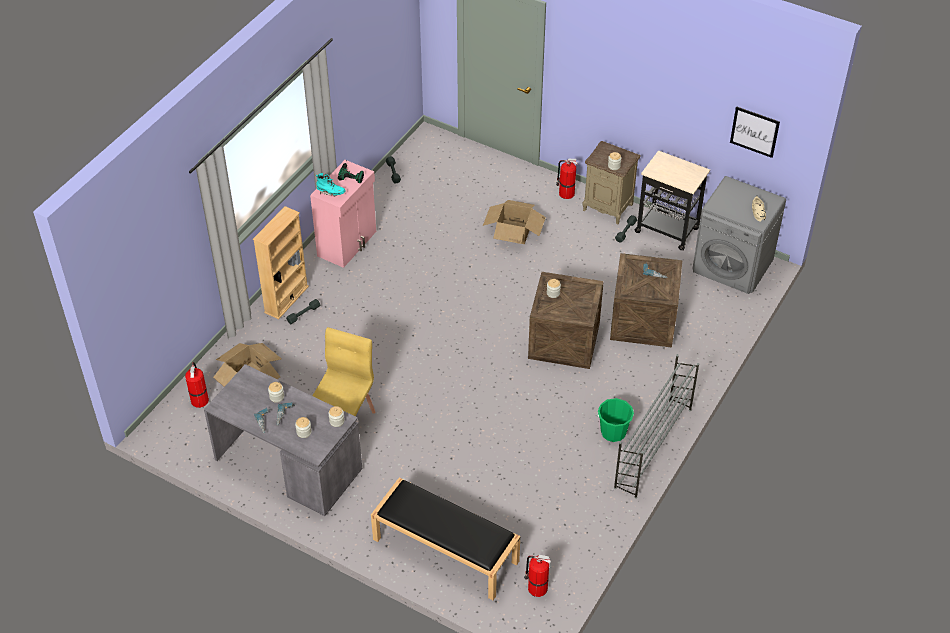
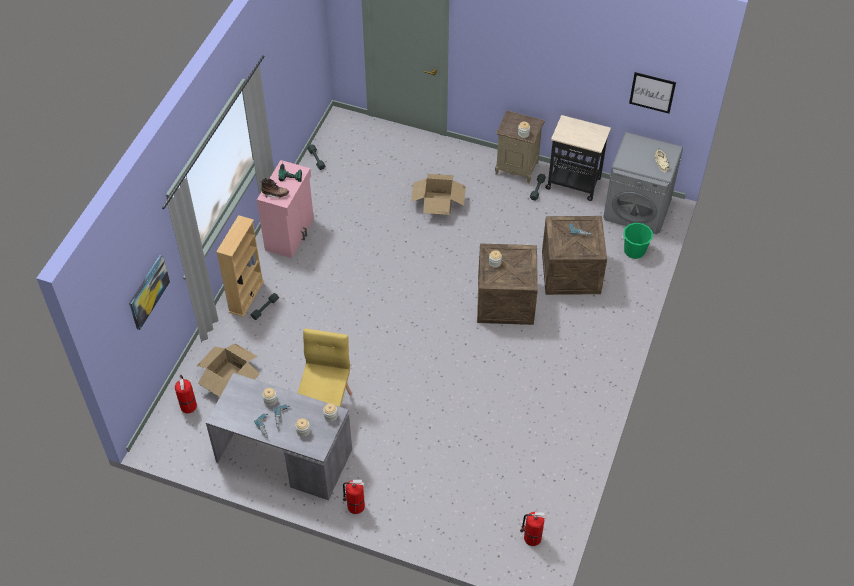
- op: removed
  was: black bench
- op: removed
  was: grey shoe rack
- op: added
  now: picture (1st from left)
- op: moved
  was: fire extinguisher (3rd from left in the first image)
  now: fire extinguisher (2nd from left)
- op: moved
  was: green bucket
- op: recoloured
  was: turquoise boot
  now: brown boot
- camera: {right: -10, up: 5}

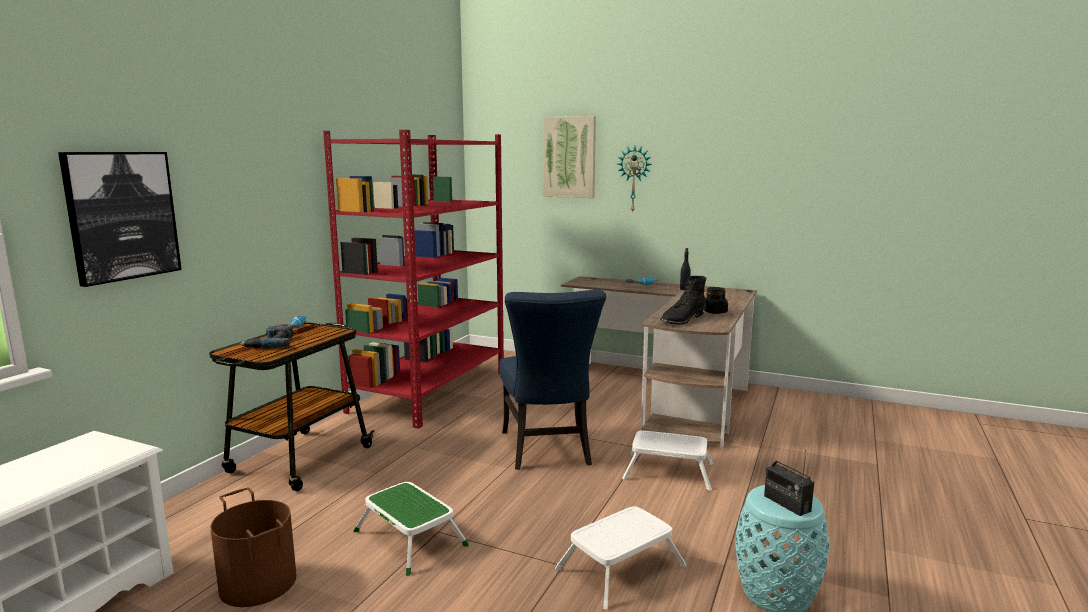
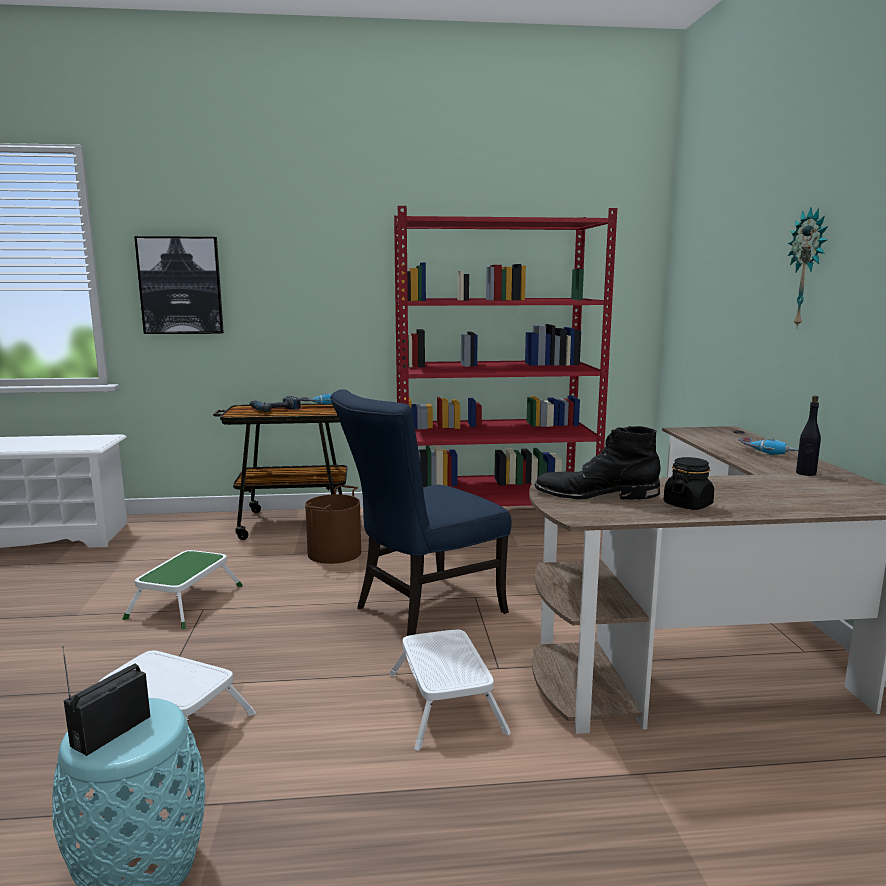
- op: removed
  was: picture (2nd from left)
- op: moved
  was: brown bucket
- camera: {right: 60, up: 0}

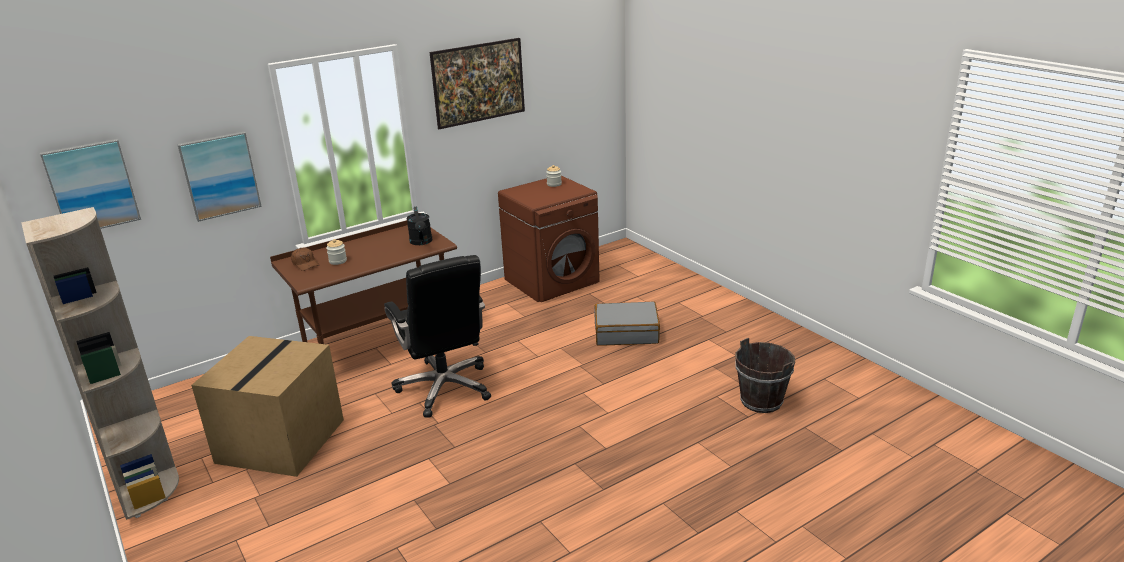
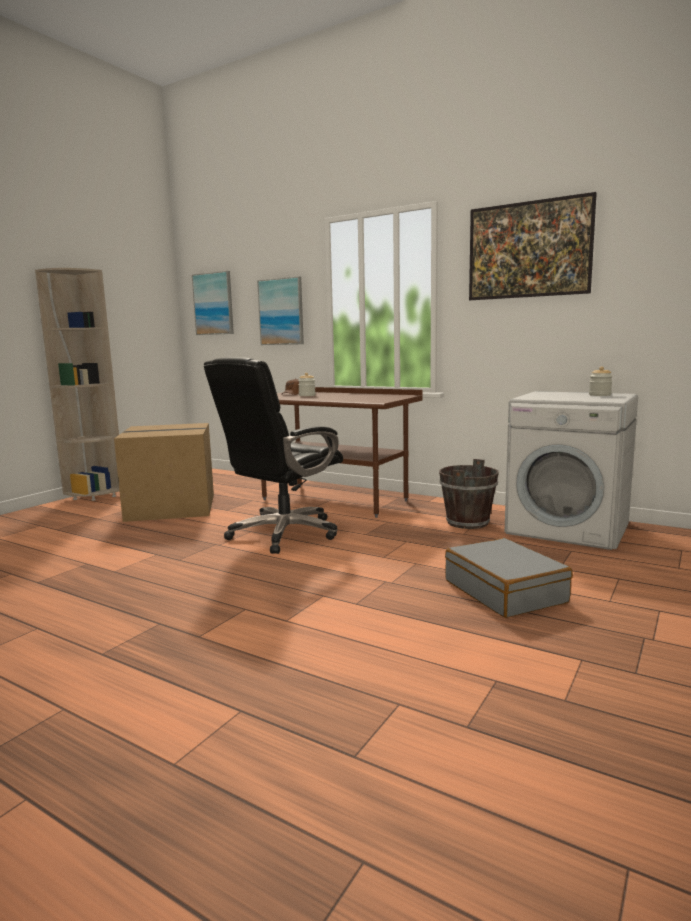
- op: removed
  was: black watering can
- op: moved
  was: brown bucket
- op: recoloured
  was: brown washing machine
  now: white washing machine
- camera: {right: 65, up: -15}

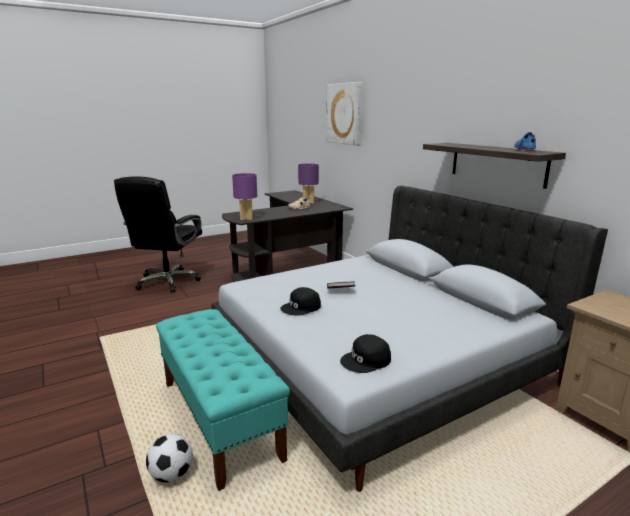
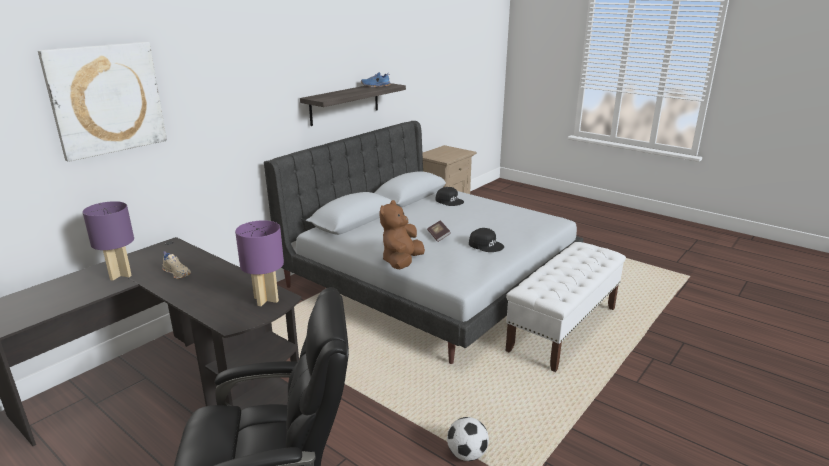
- op: added
  now: brown plush toy
- op: moved
  was: football
- op: moved
  was: black cap (2nd from left in the first image)
  now: black cap (1st from left)
- op: recoloured
  was: turquoise bench
  now: white bench
- camera: {right: -110, up: 5}

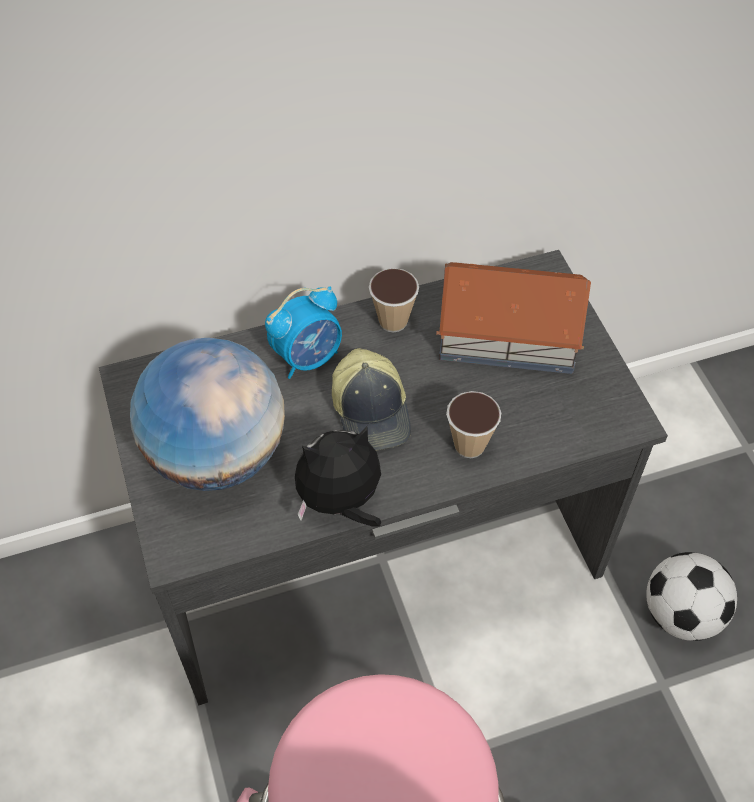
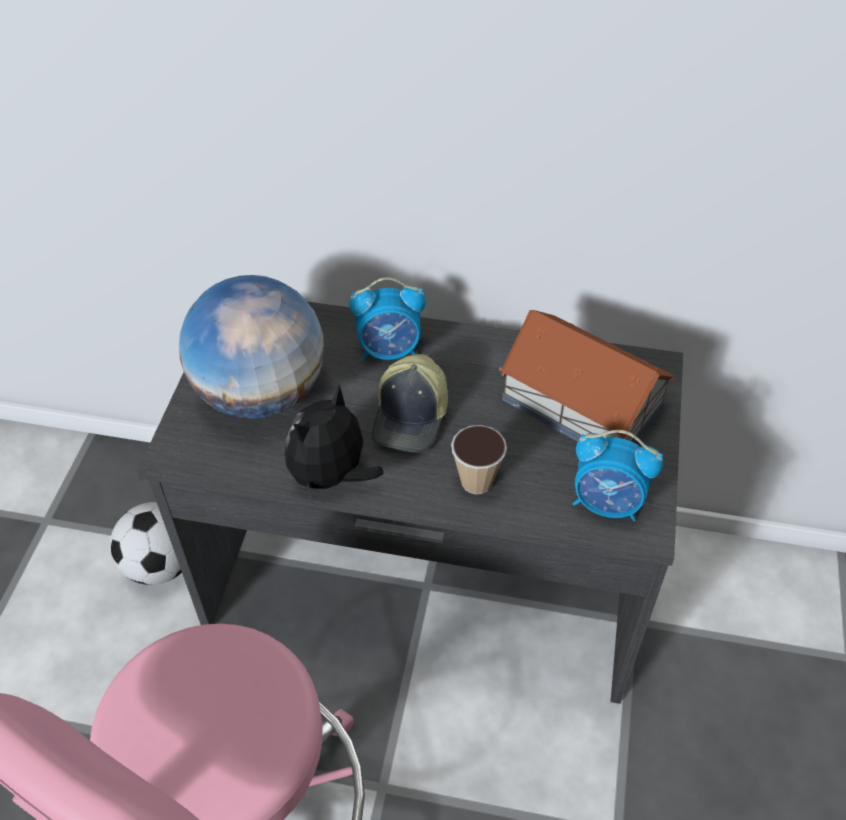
- op: removed
  was: cup (1st from left)
- op: added
  now: alarm clock (2nd from left)
- op: moved
  was: football
- op: turned
  was: plush toy
  clockwise: -60
- camera: {right: 30, up: -5}

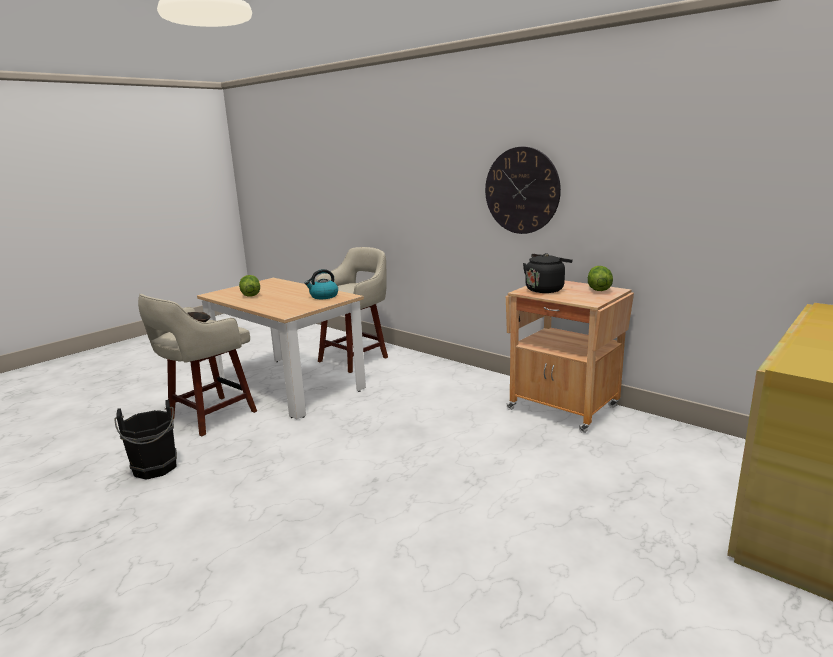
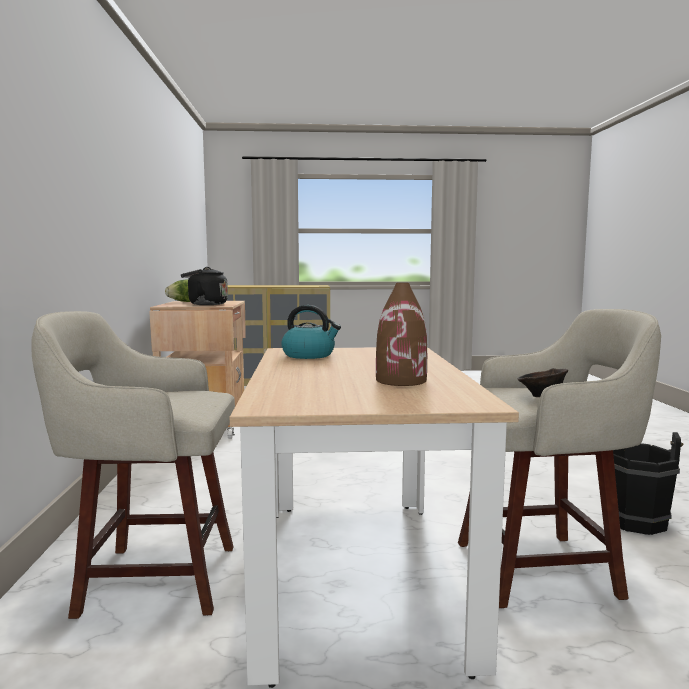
- op: removed
  was: wall clock
- op: replaced
  was: lettuce (1st from left)
  now: brown vase
- camera: {right: -135, up: -10}

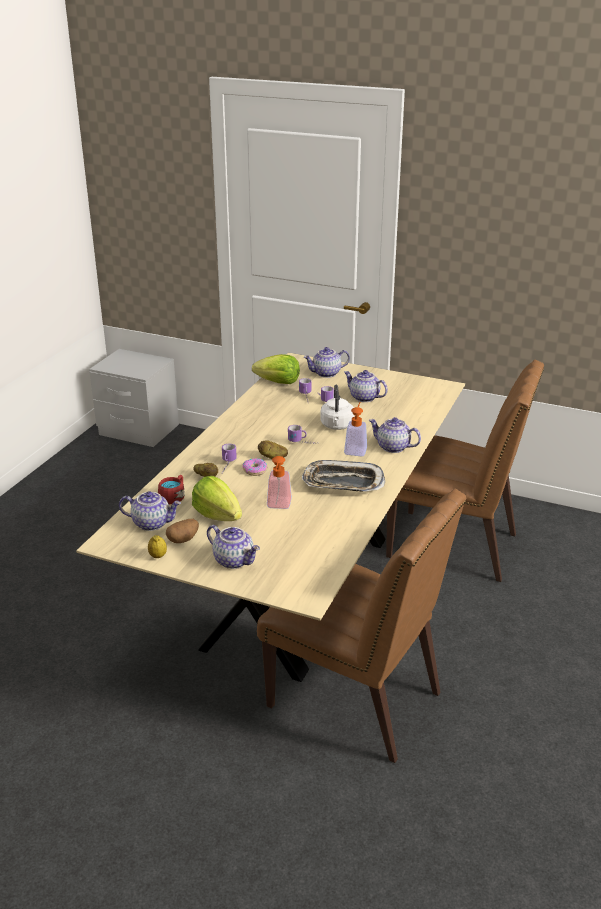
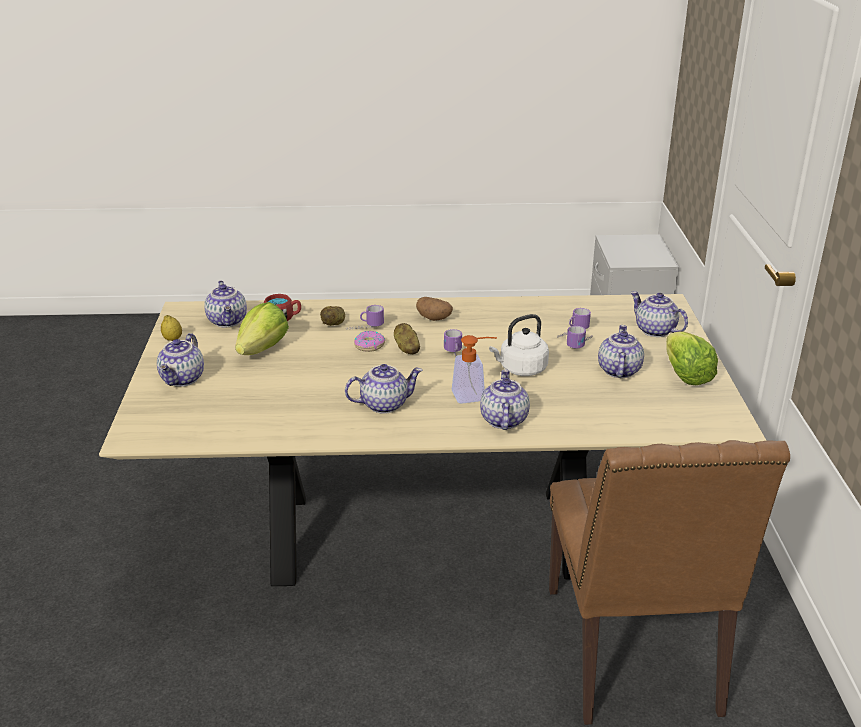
- op: removed
  was: brown chair (1st from left)
- op: removed
  was: soap dispenser (1st from left)
- op: moved
  was: potato (1st from left in the first image)
  now: potato (3rd from left)
- op: moved
  was: lettuce (2nd from left)
- op: replaced
  was: tray
  now: teapot (3rd from left)
- camera: {right: 65, up: 0}

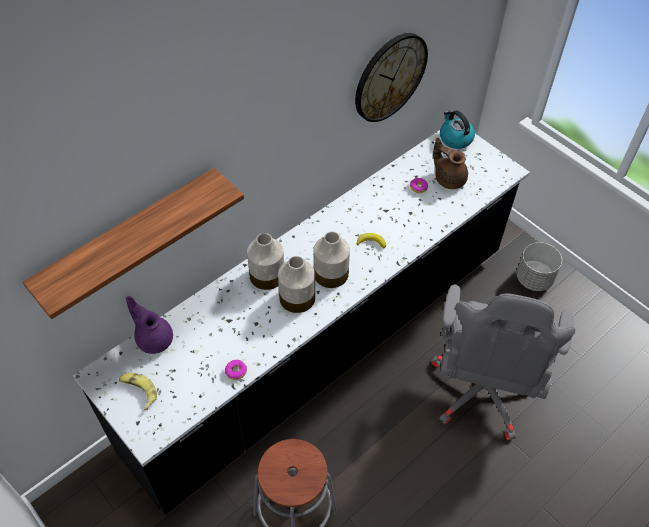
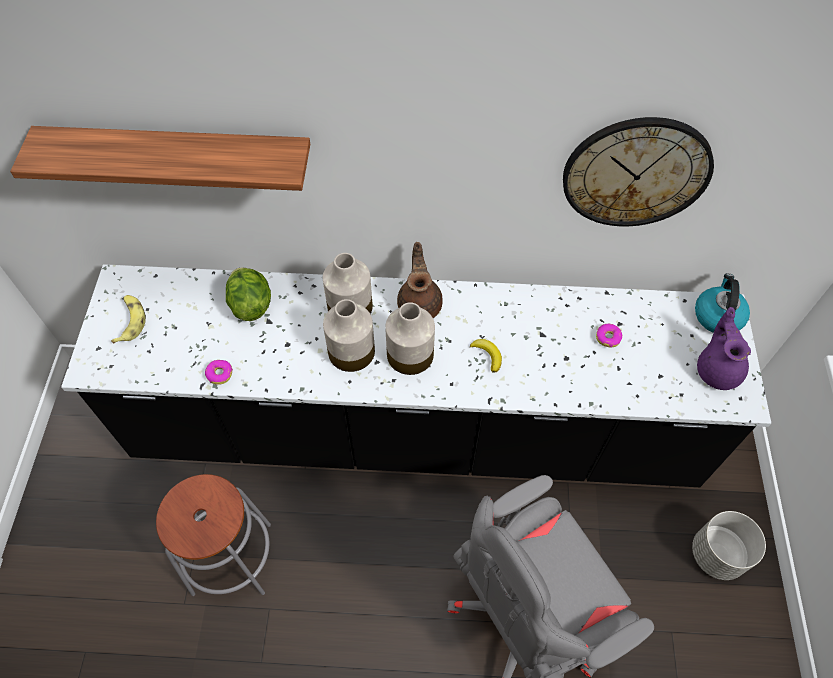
- op: added
  now: lettuce
- op: moved
  was: purple teapot
- op: moved
  was: brown teapot
- camera: {right: 45, up: 5}

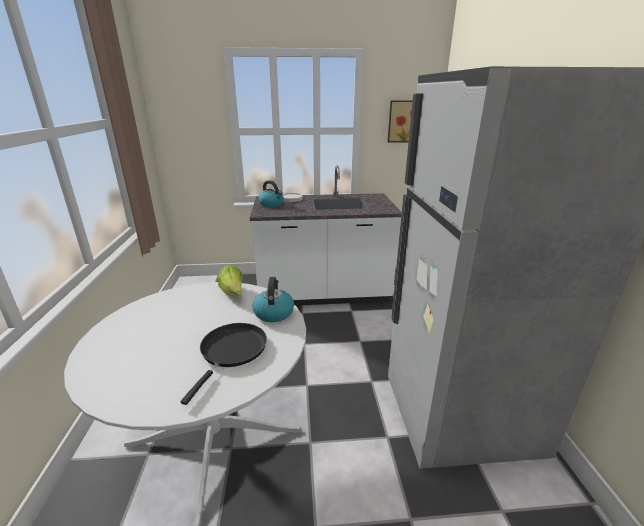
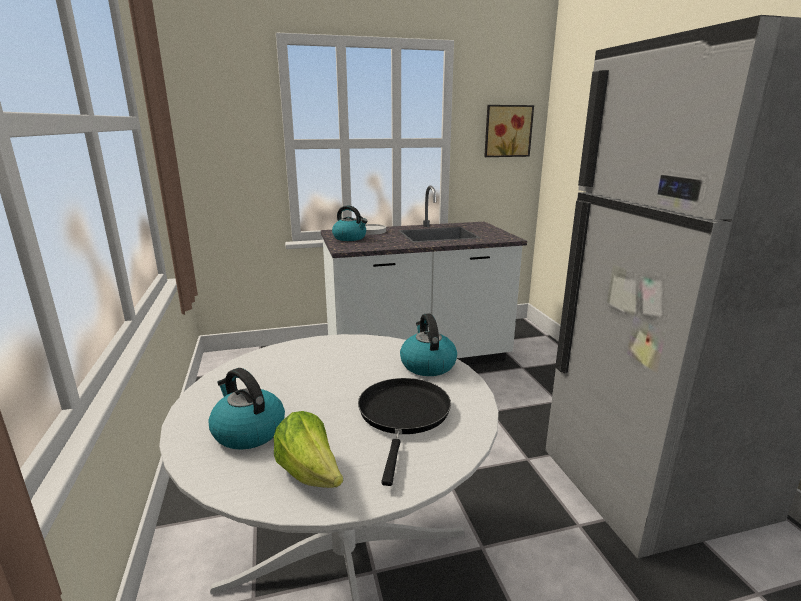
- op: added
  now: kettle (1st from left)
- op: moved
  was: lettuce
- camera: {right: -10, up: -5}

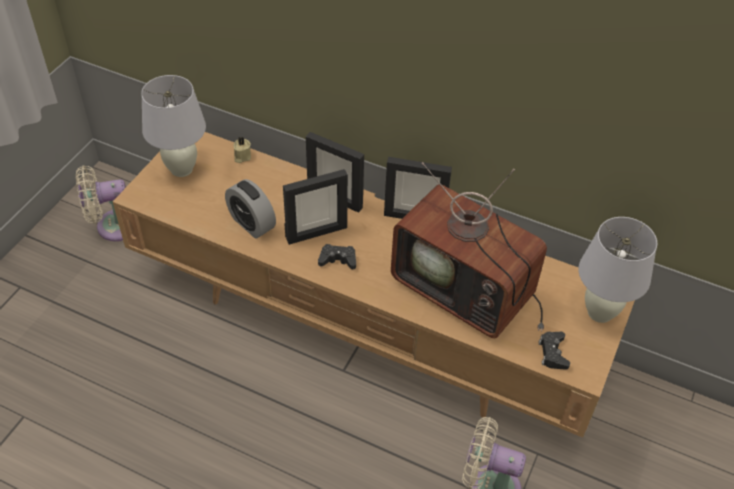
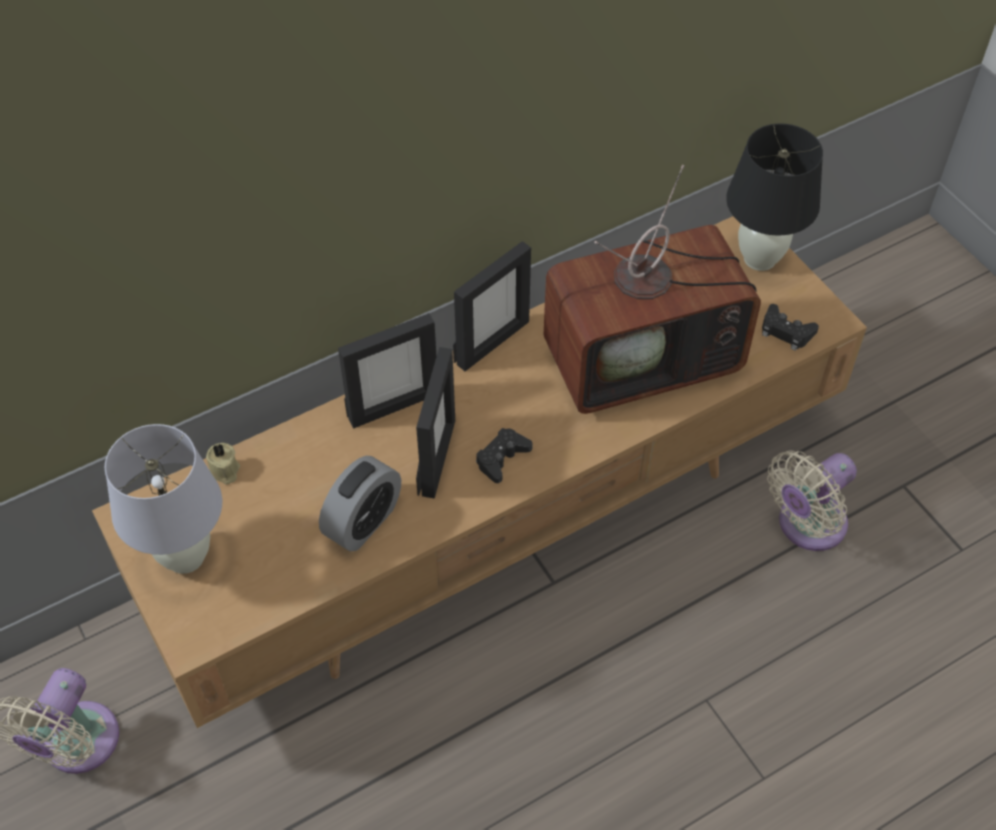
- op: recoloured
  was: white table lamp (2nd from left)
  now: black table lamp
- op: turned
  was: alarm clock
  clockwise: -45
- camera: {right: -55, up: 5}

